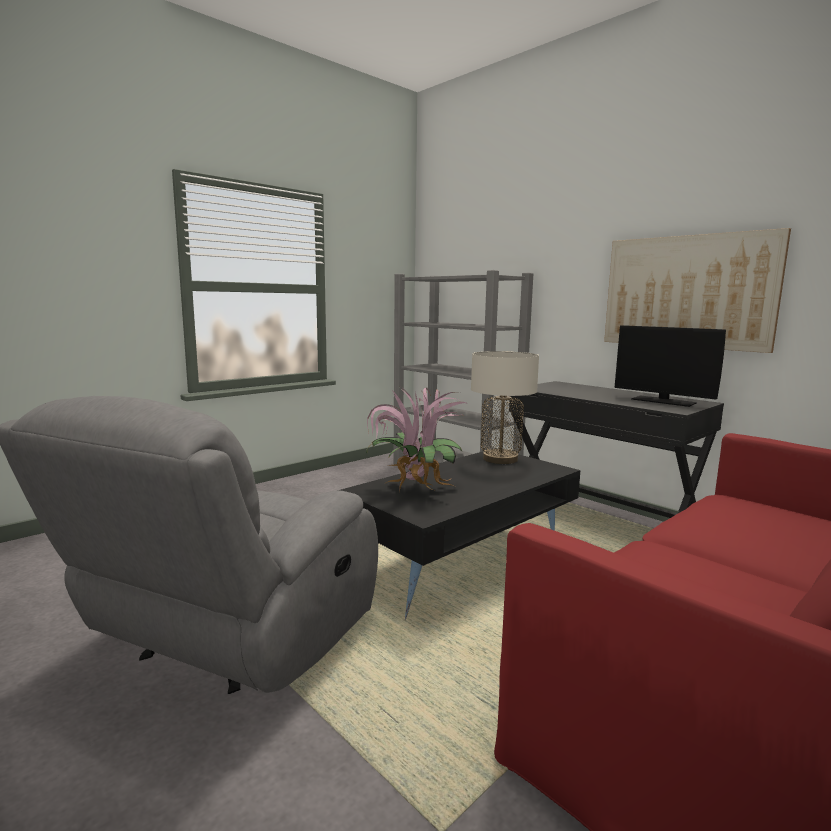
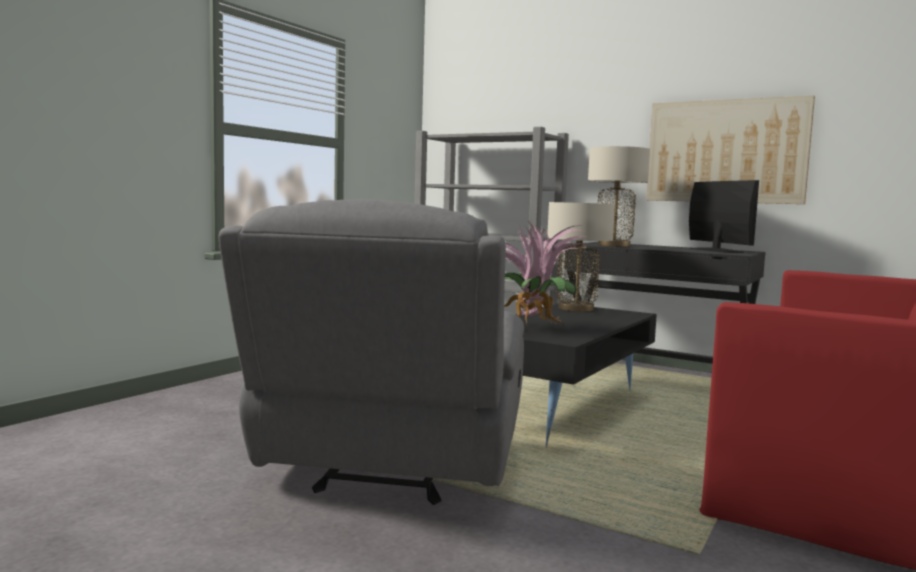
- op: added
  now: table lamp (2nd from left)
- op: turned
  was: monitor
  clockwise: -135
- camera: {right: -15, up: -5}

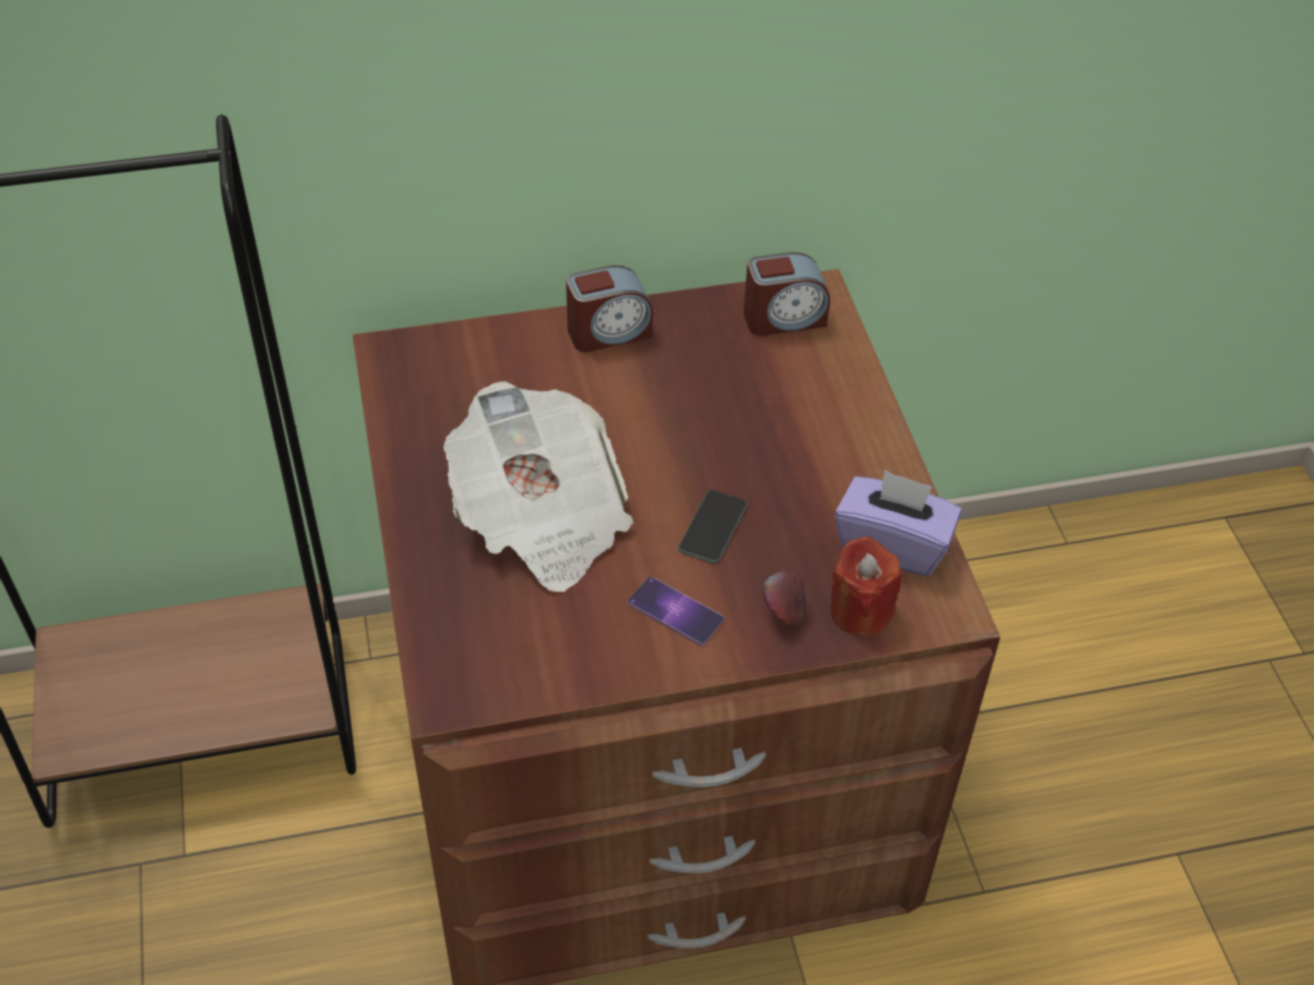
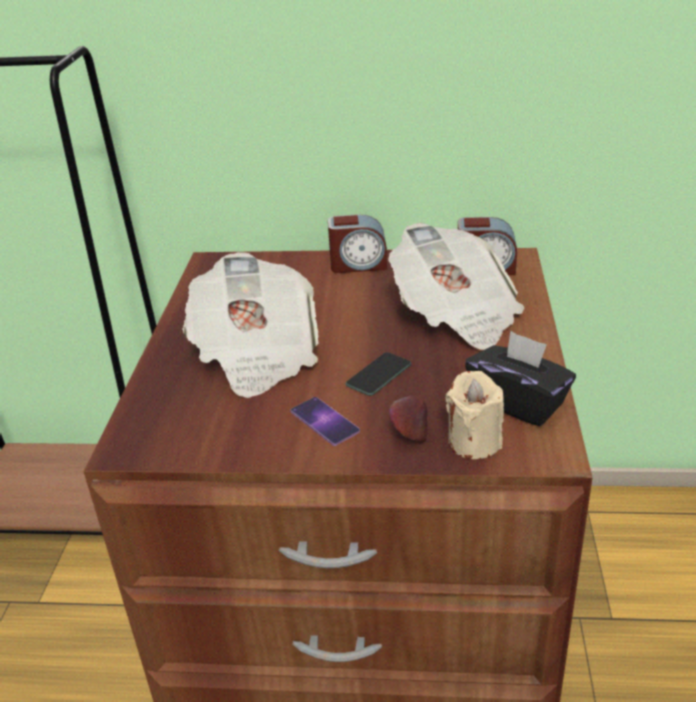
- op: added
  now: newspaper (2nd from left)
- op: recoloured
  was: red candle
  now: beige candle
- op: recoloured
  was: purple tissue box
  now: black tissue box
- camera: {right: 20, up: -15}

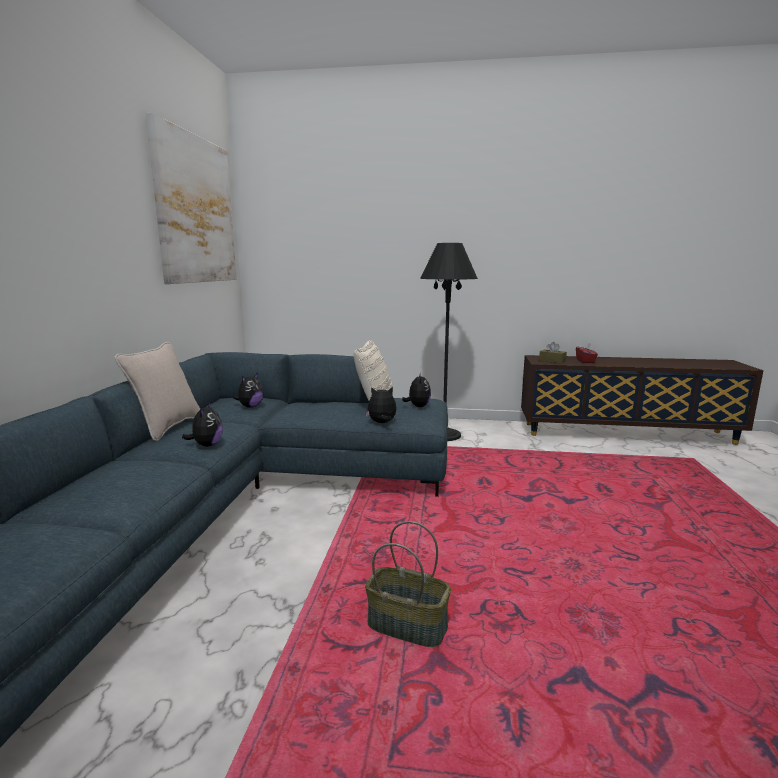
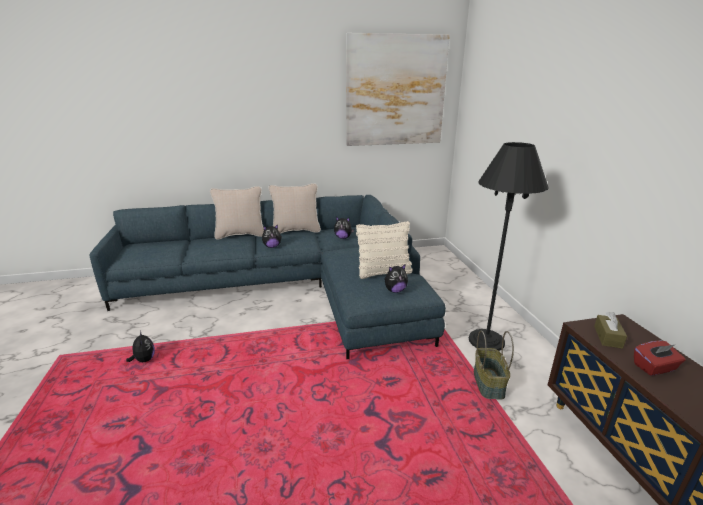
- op: added
  now: beige pillow (1st from left)
- op: moved
  was: basket
- op: moved
  was: plush toy (3rd from left in the first image)
  now: plush toy (1st from left)
- camera: {right: 70, up: 10}

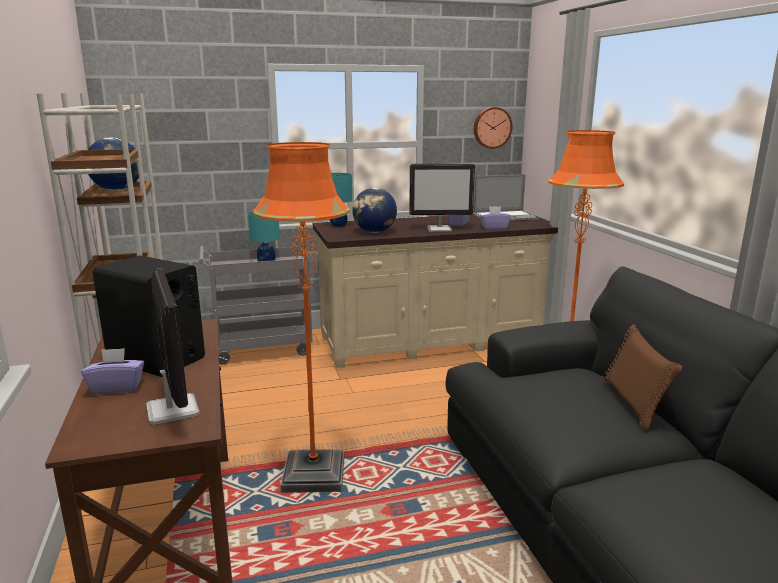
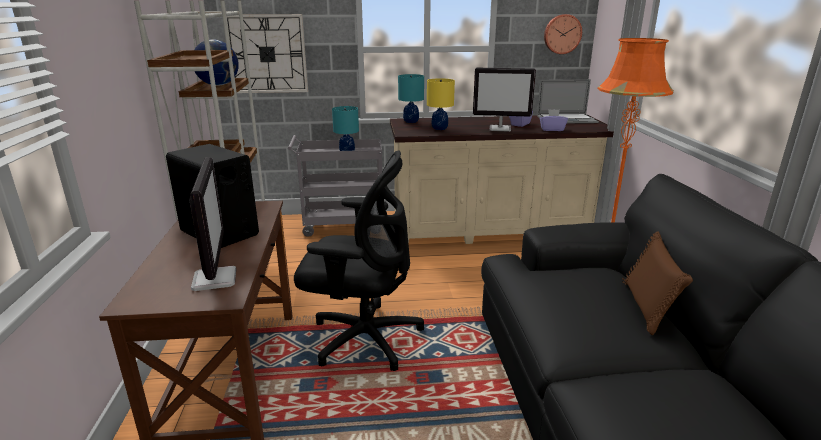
- op: removed
  was: purple tissue box (1st from left)
- op: added
  now: wall clock (1st from left)
- op: replaced
  was: orange floor lamp (1st from left)
  now: black office chair
- op: replaced
  was: globe (2nd from left)
  now: yellow table lamp
- camera: {right: 10, up: 5}

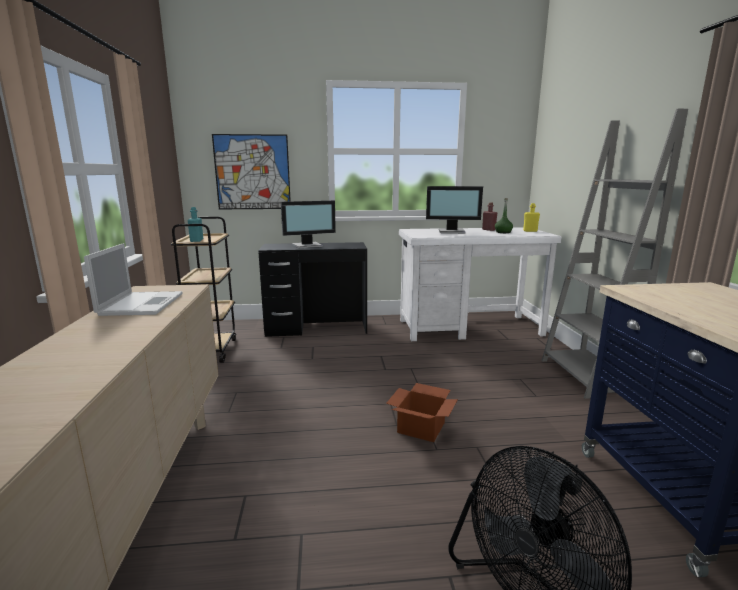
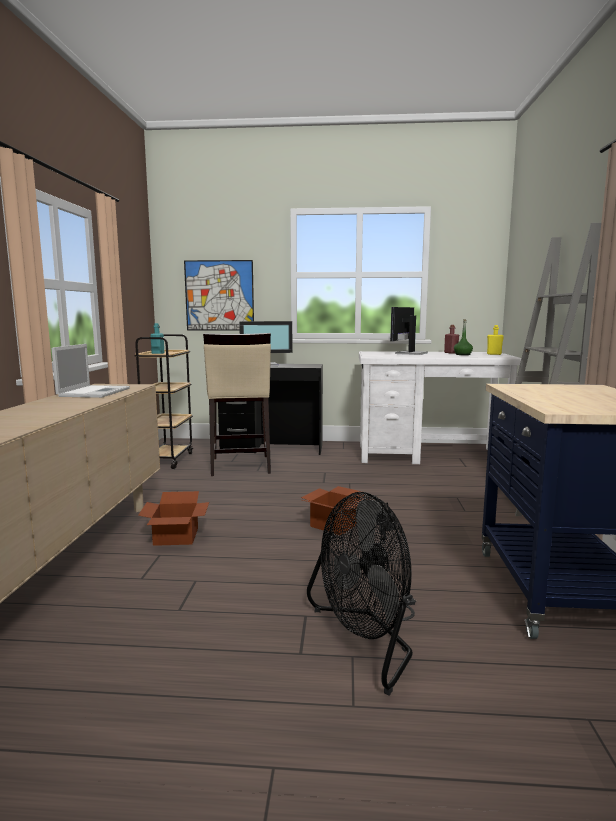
- op: added
  now: cardboard box (1st from left)
- op: added
  now: beige stool
- op: turned
  was: monitor (2nd from left)
  clockwise: 105
- camera: {right: 10, up: -5}

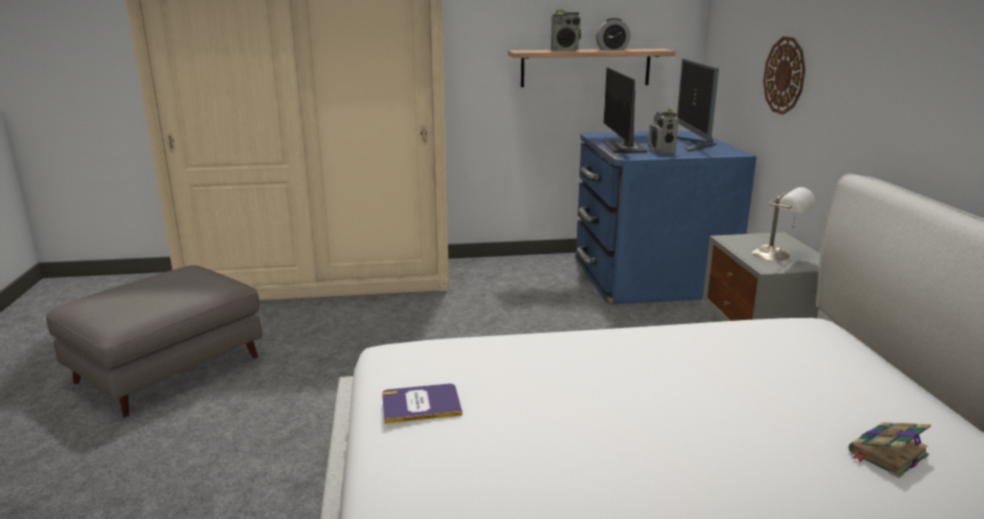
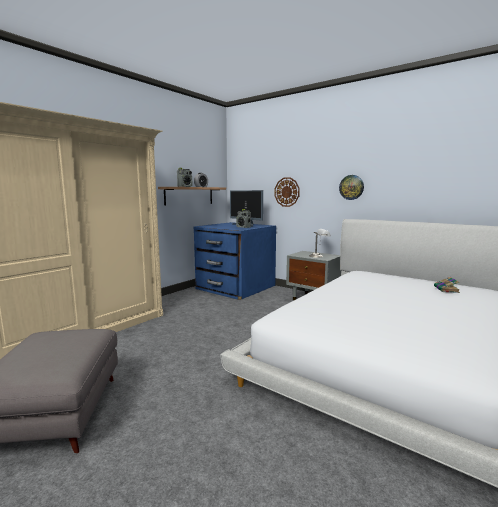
- op: removed
  was: book (1st from left)
- op: removed
  was: monitor (1st from left)
- op: added
  now: wall clock (2nd from left)
- camera: {right: -45, up: -10}

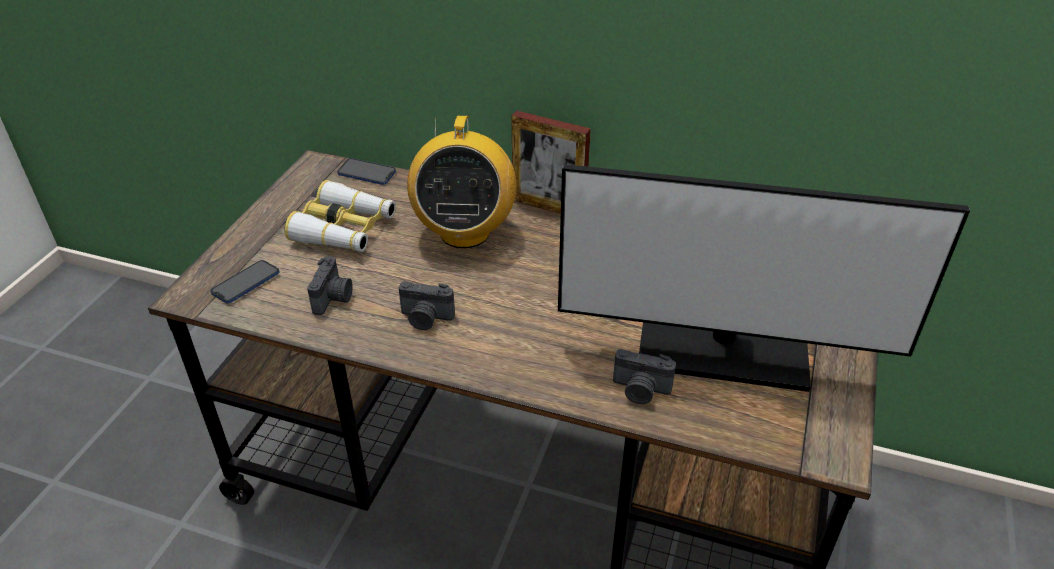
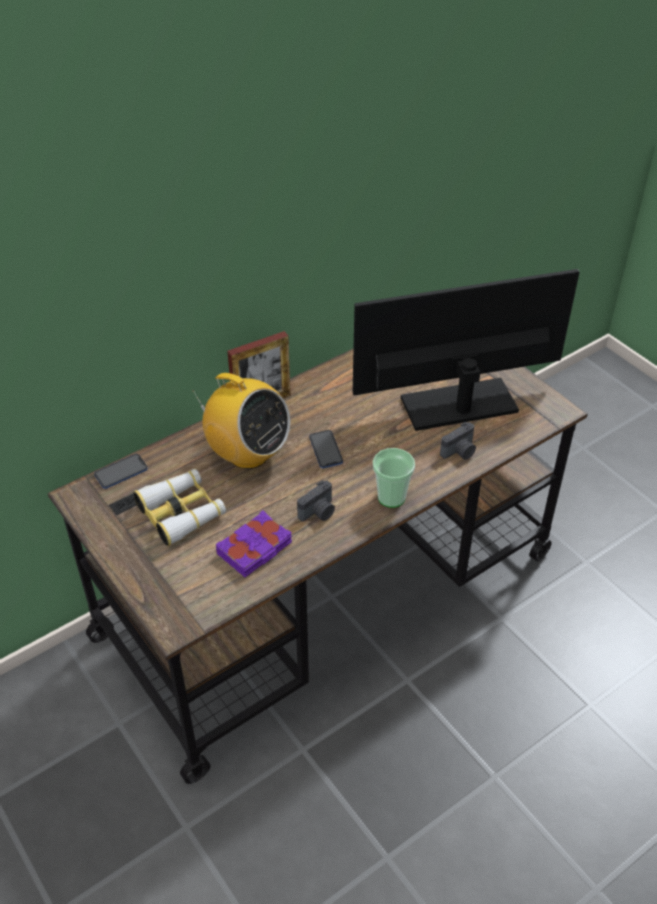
- op: added
  now: cup
- op: moved
  was: phone (1st from left in the first image)
  now: phone (2nd from left)
- op: replaced
  was: photo camera (1st from left)
  now: purple book
- op: turned
  was: monitor
  clockwise: -150
- camera: {right: -55, up: 5}

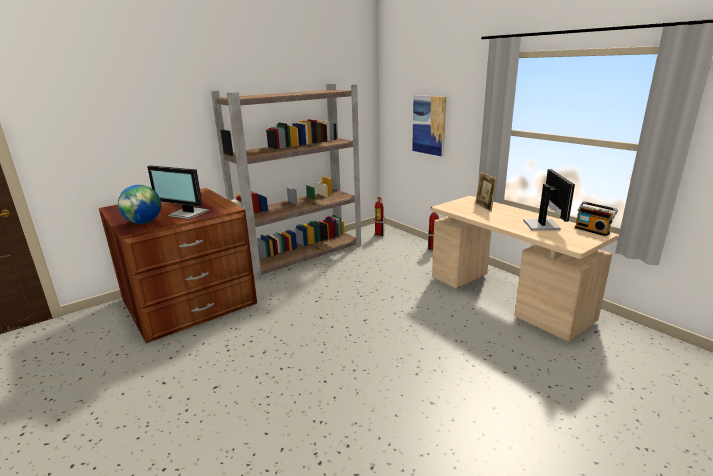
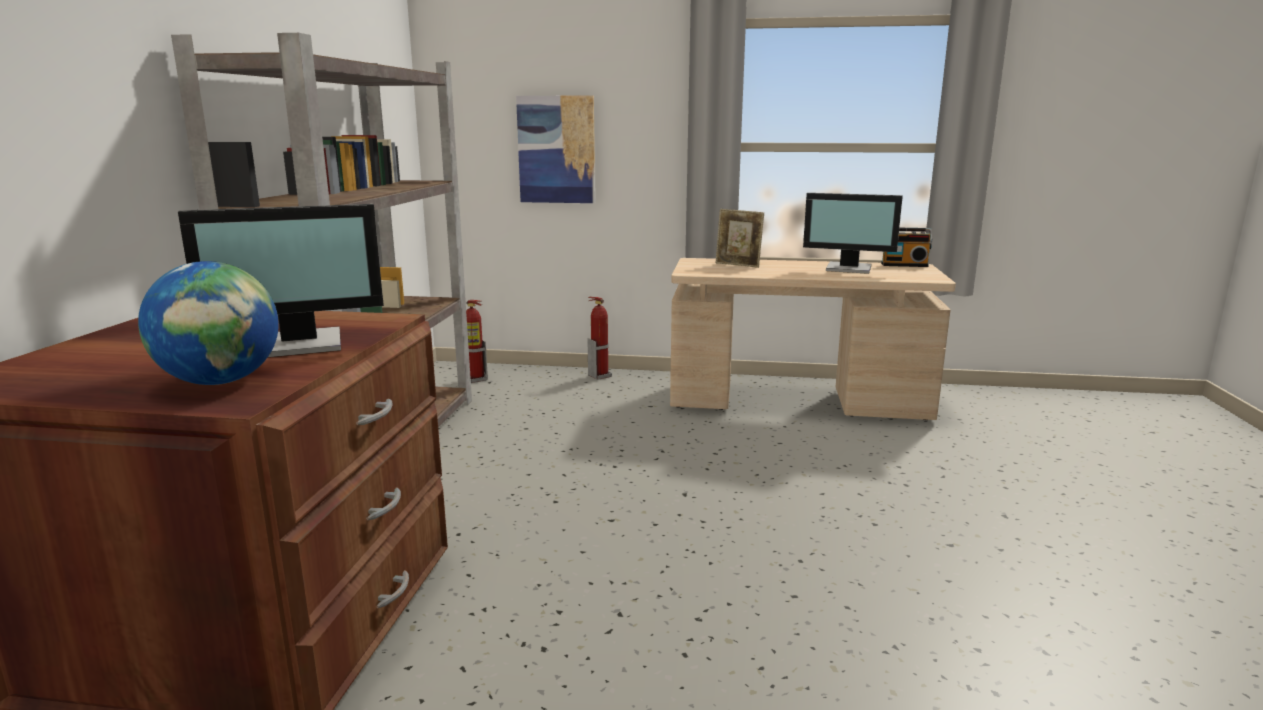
- op: turned
  was: monitor (2nd from left)
  clockwise: 150
- camera: {right: -45, up: -5}

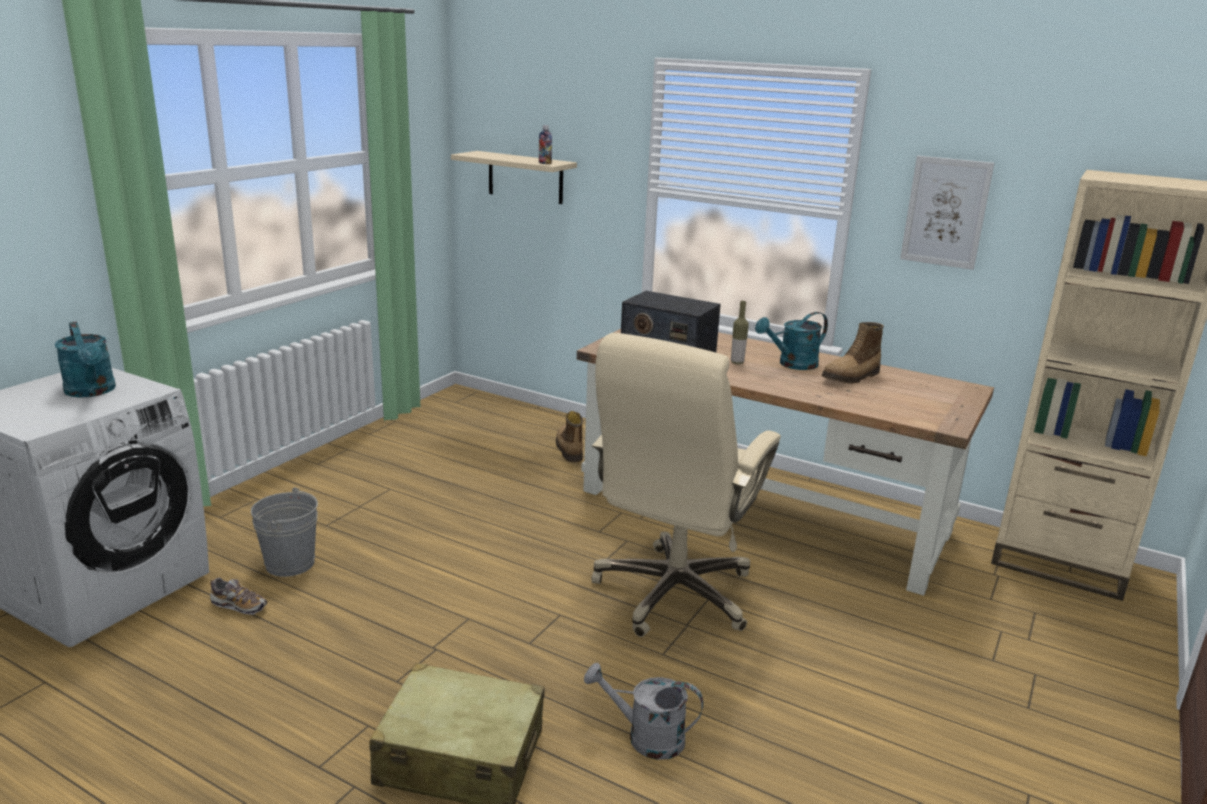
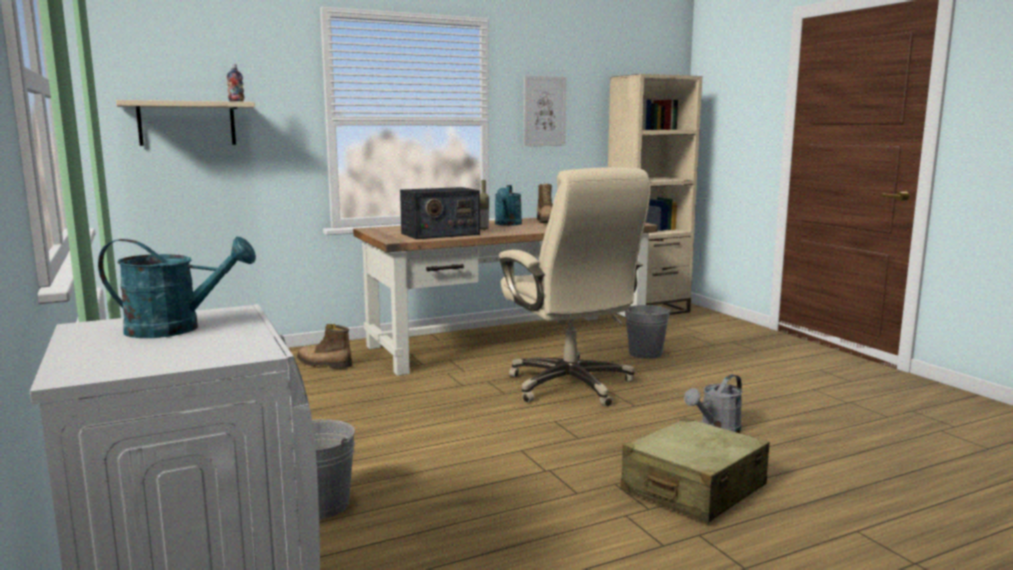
- op: removed
  was: shoe
- op: added
  now: grey bucket (2nd from left)
- camera: {right: -55, up: -10}

